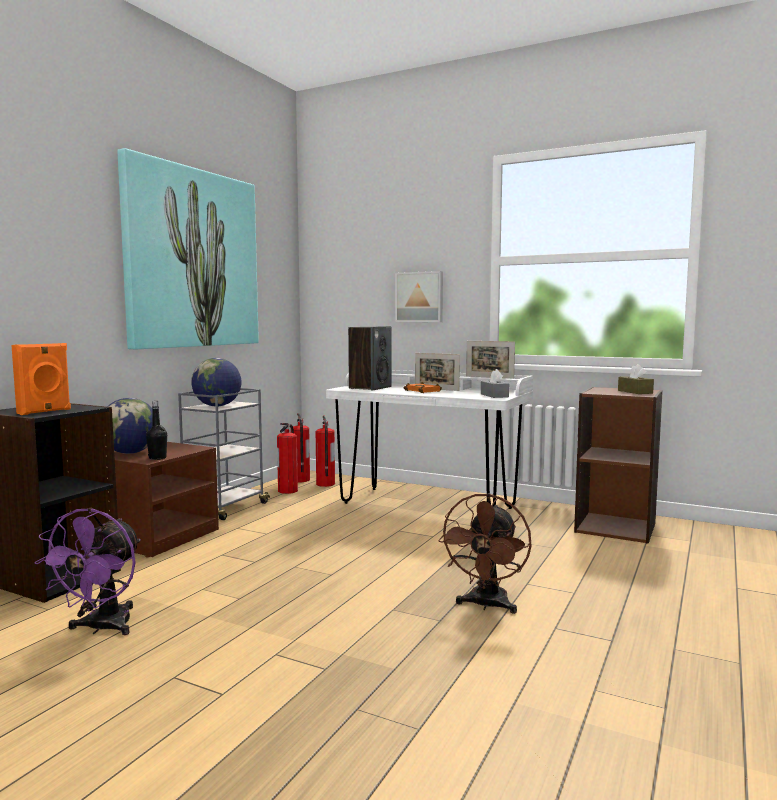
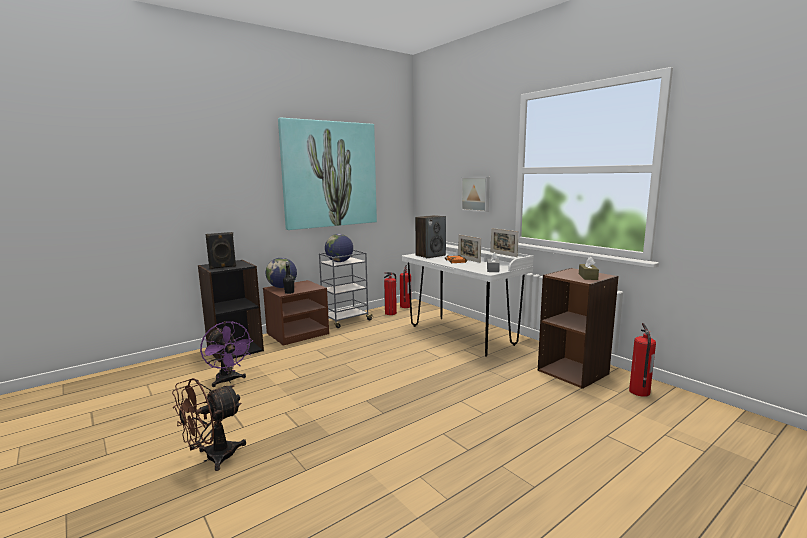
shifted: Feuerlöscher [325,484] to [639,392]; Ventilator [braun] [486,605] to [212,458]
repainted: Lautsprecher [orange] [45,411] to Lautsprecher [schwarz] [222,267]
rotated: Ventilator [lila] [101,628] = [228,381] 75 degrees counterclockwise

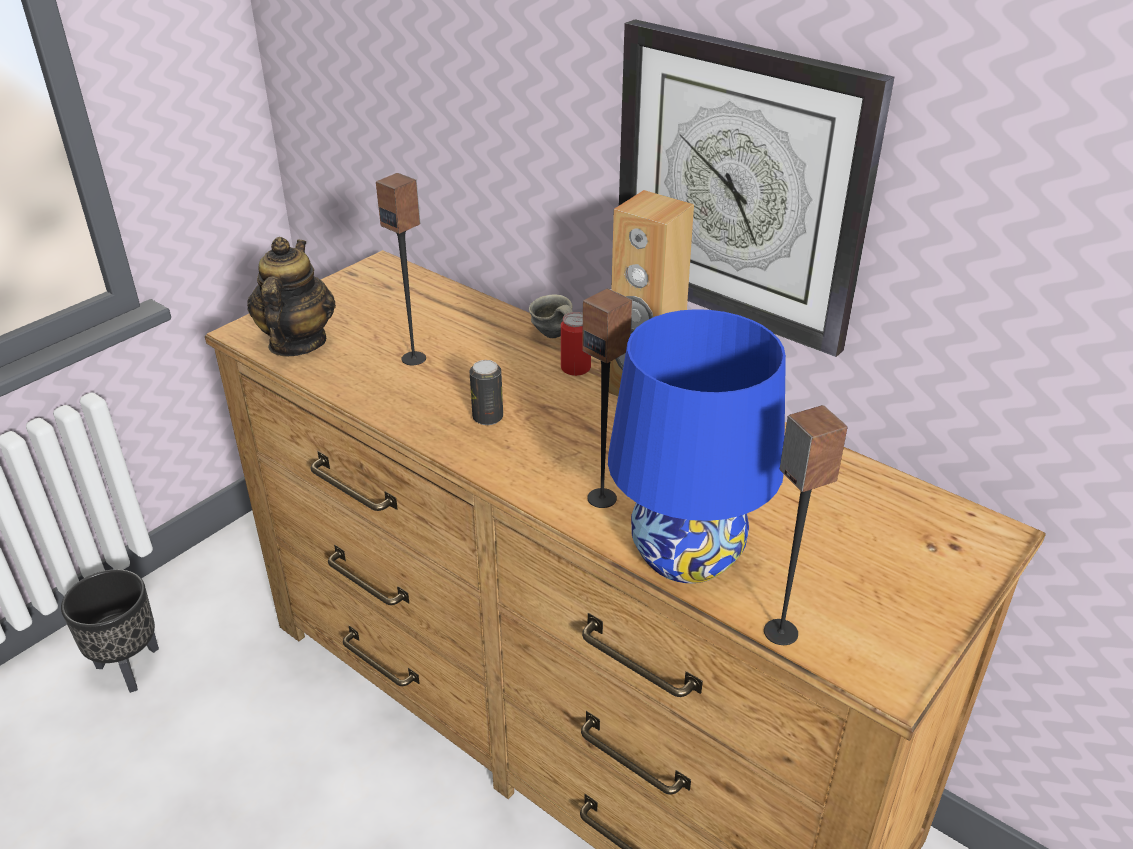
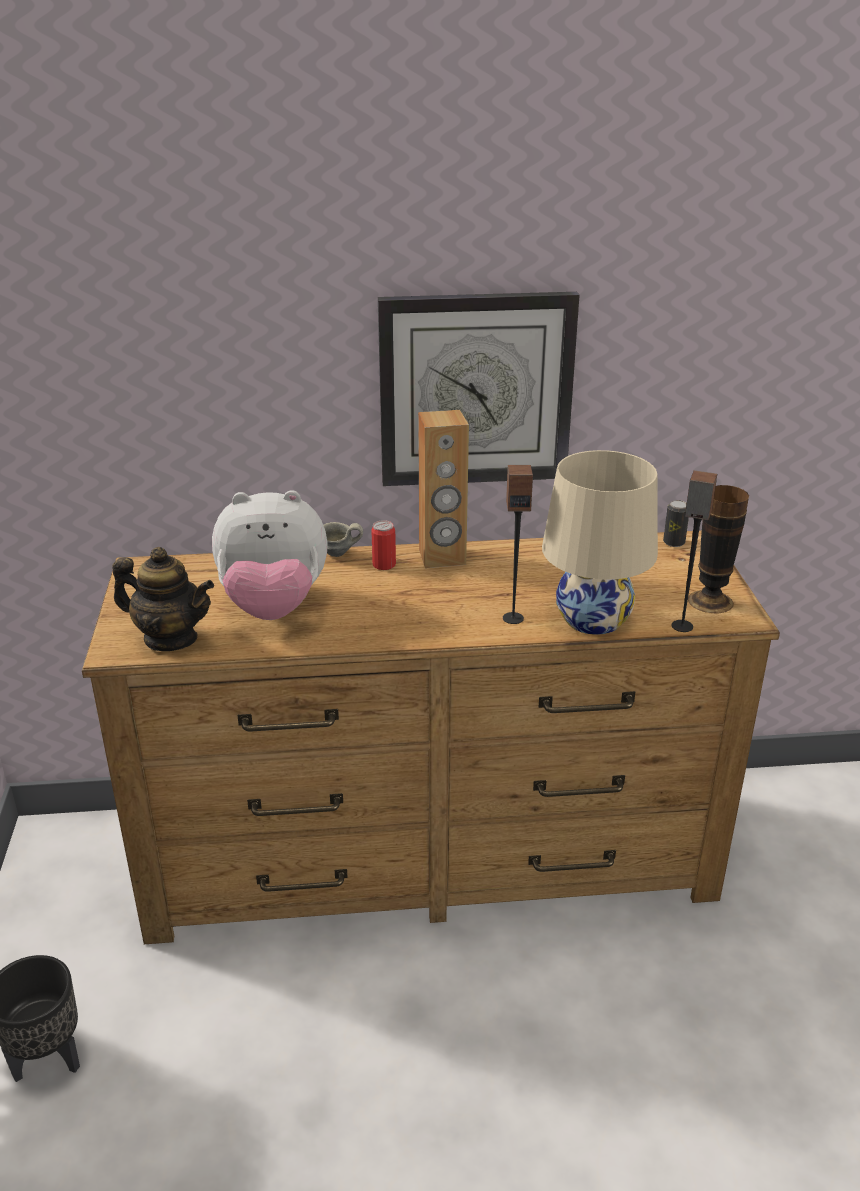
new: Vase [710,601]
shifted: Dose [488,417] to [674,542]
swapped: Lautsprecher [414,358] to Plüschtier [273,607]
repainted: Tischlampe [blau] [687,554] to Tischlampe [beige] [593,619]
rotated: Teekanne [296,343] = [170,638] 150 degrees clockwise

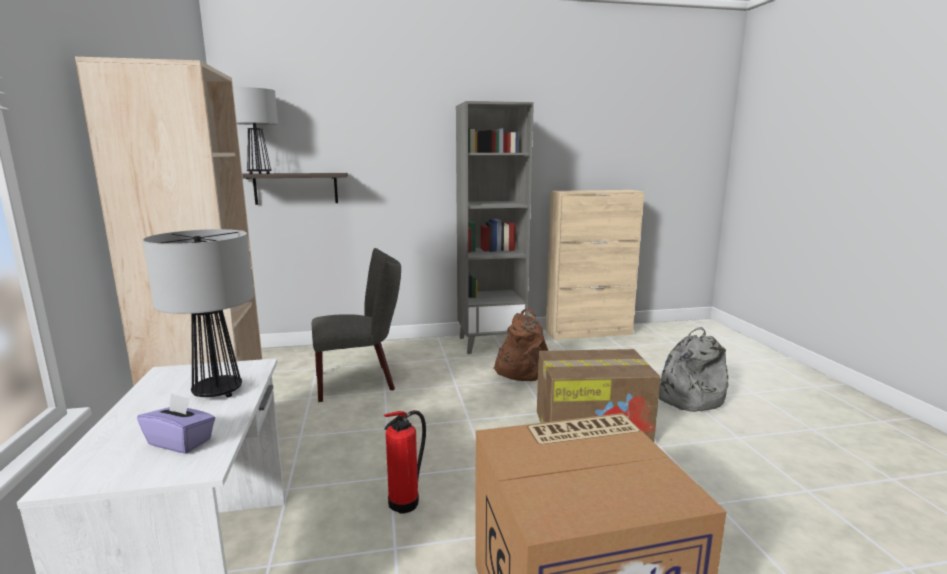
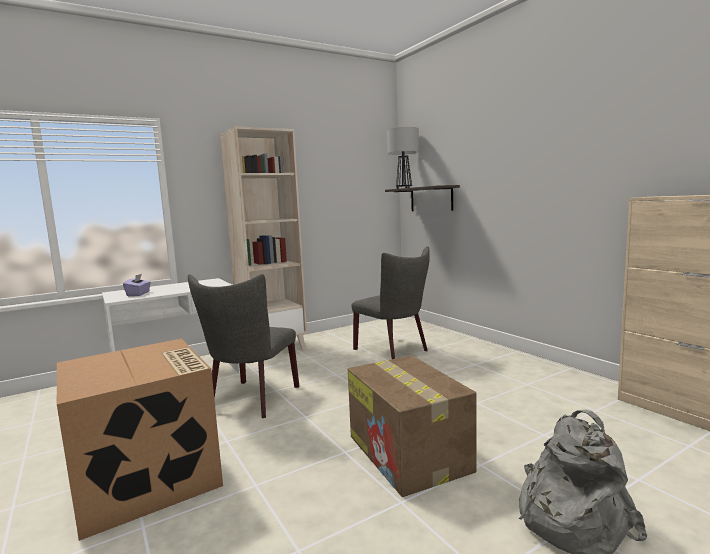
gone: Tischlampe [218,392]; Bücherregal [grau] [491,343]; Rucksack [braun] [520,370]
swapped: Feuerlöscher [406,501] to Stuhl [grau] [251,401]

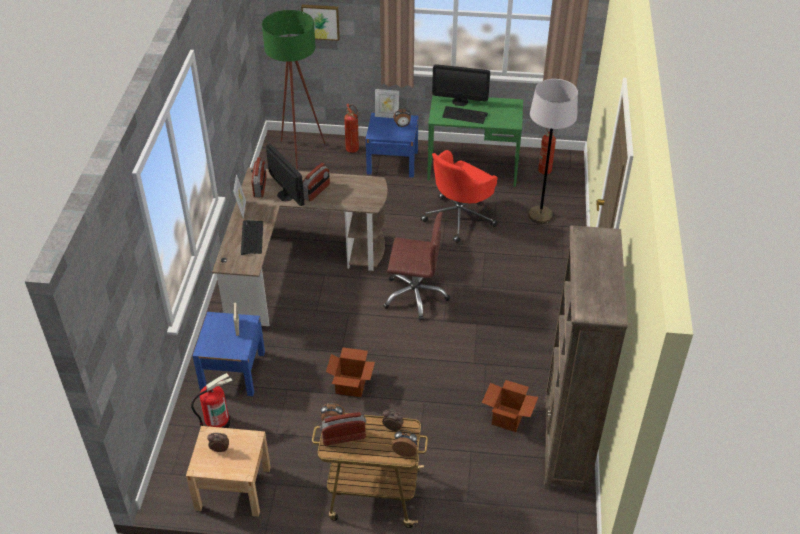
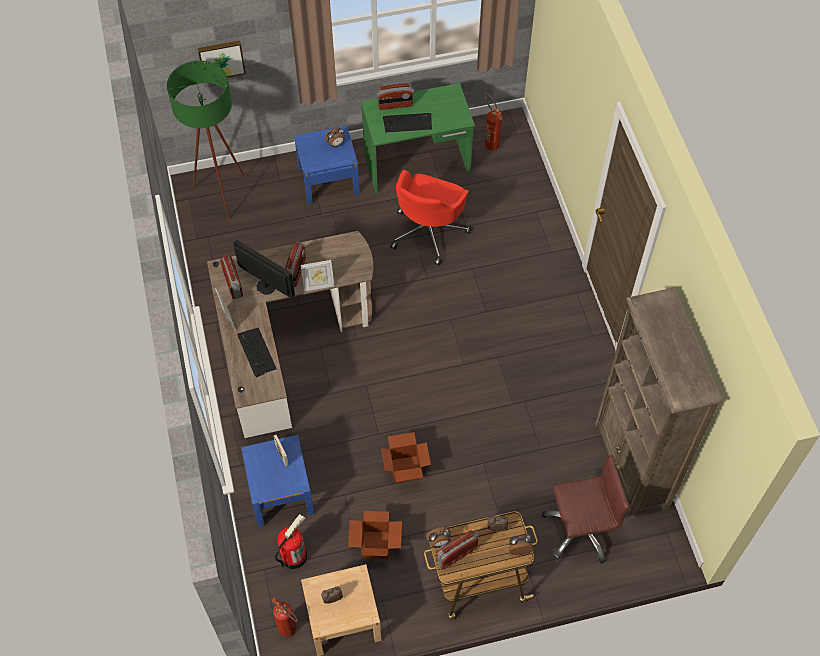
gone: Stehlampe [grau] [540,215]
shifted: Feuerlöscher [353,151] to [290,631]; Bilderrahmen [387,116] to [318,286]; Bürostuhl [braun] [415,295] to [580,529]; Karton [507,418] to [376,545]
swapped: Monitor [460,102] to Radio [395,105]

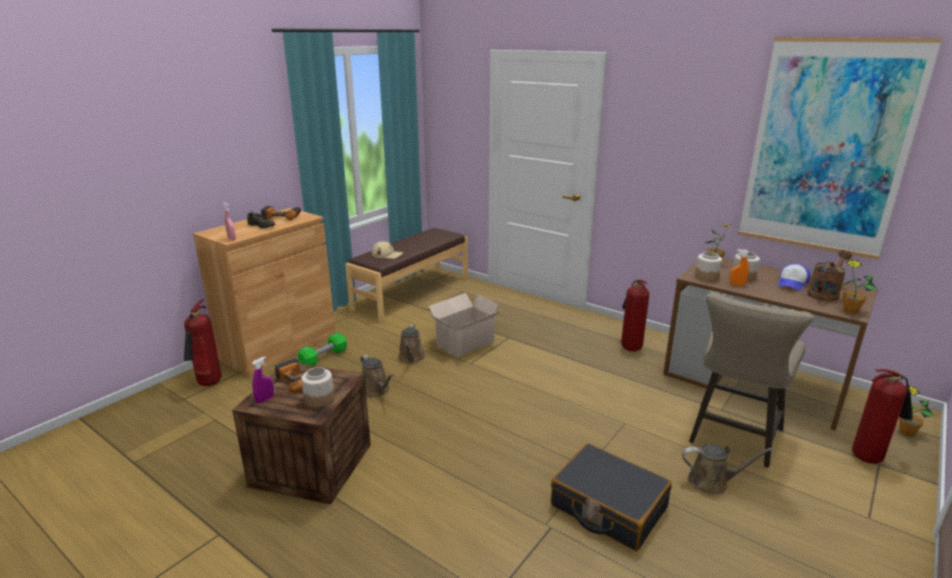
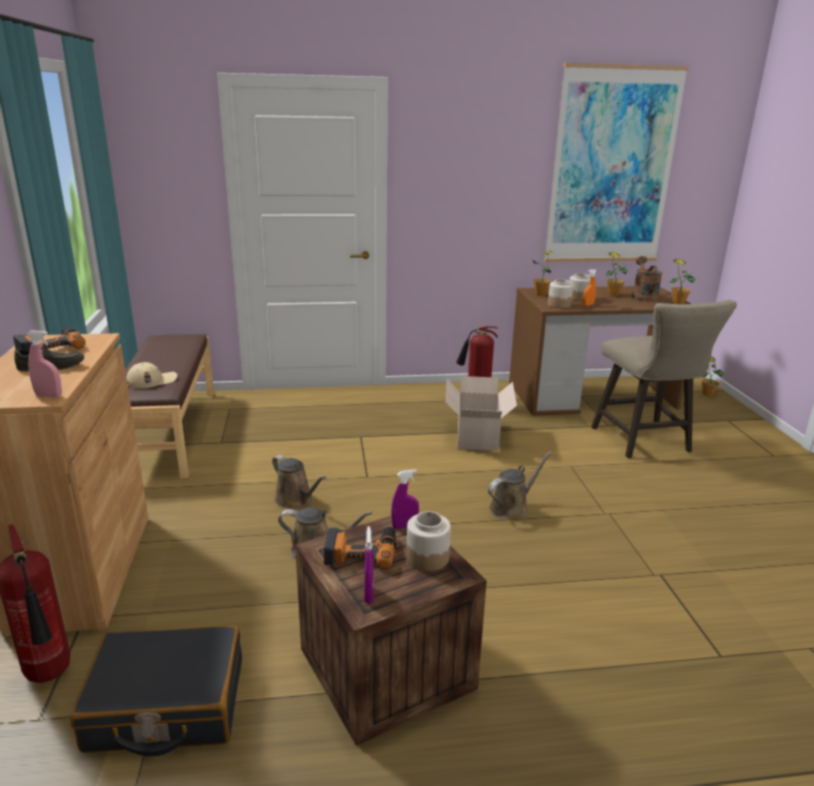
gone: Hantel [grün] [324,358]; Feuerlöscher [869,457]
new: Sprühflasche [lila] [404,526]
shifted: Karton [463,344] to [477,436]; Koffer [schwarz] [608,507] to [166,705]; Gießkanne [braun] [712,482] to [511,508]
swapped: Kappe [792,283] to Topfpflanze [613,294]

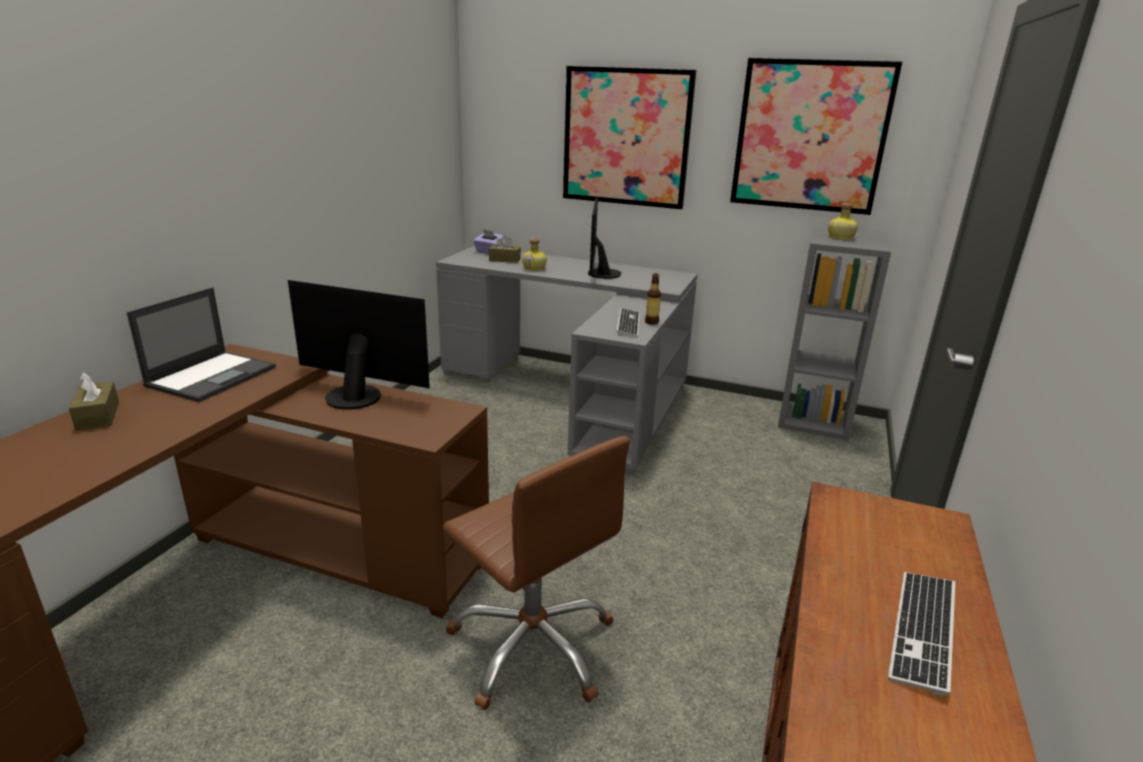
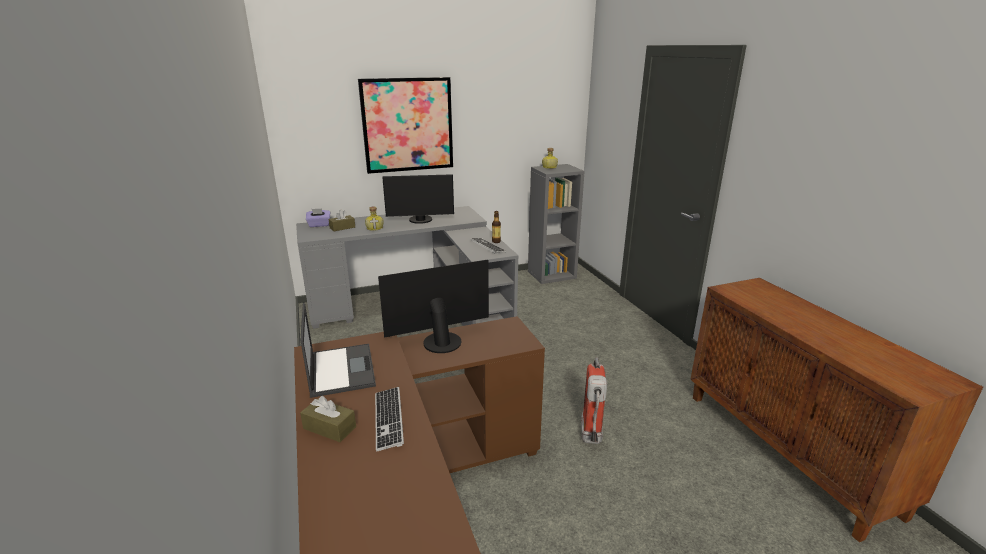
gone: Bild [810,136]
shifted: Tastatur [922,631] to [388,419]
swapped: Bürostuhl [braun] [533,645] to Feuerlöscher [591,438]
rotated: Monitor [600,274] = [420,220] 60 degrees counterclockwise

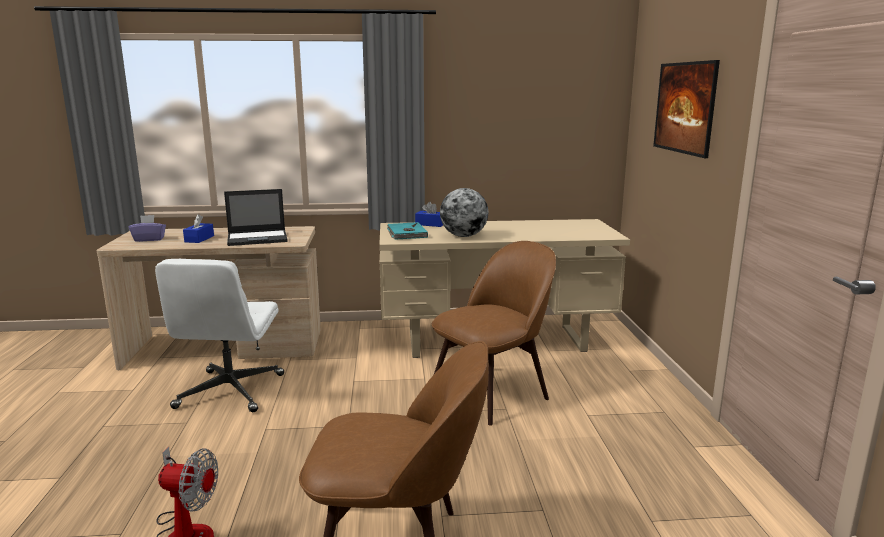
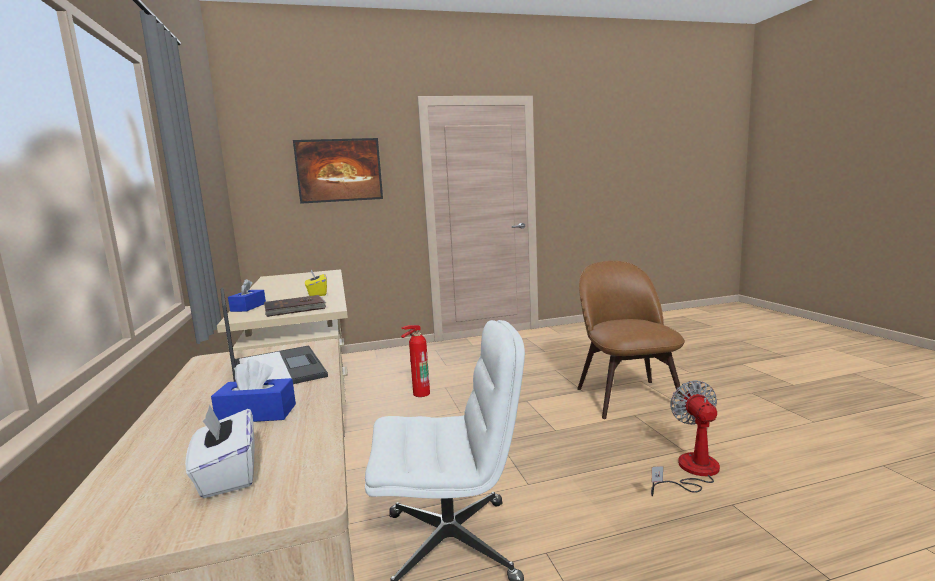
swapped: Stuhl [braun] [492,392] to Feuerlöscher [419,394]; Globus [463,236] to Taschentuchbox [gelb] [317,294]
repainted: Taschentuchbox [lila] [149,239] to Taschentuchbox [weiß] [227,475]; Buch [türkis] [406,233] to Buch [braun] [295,309]

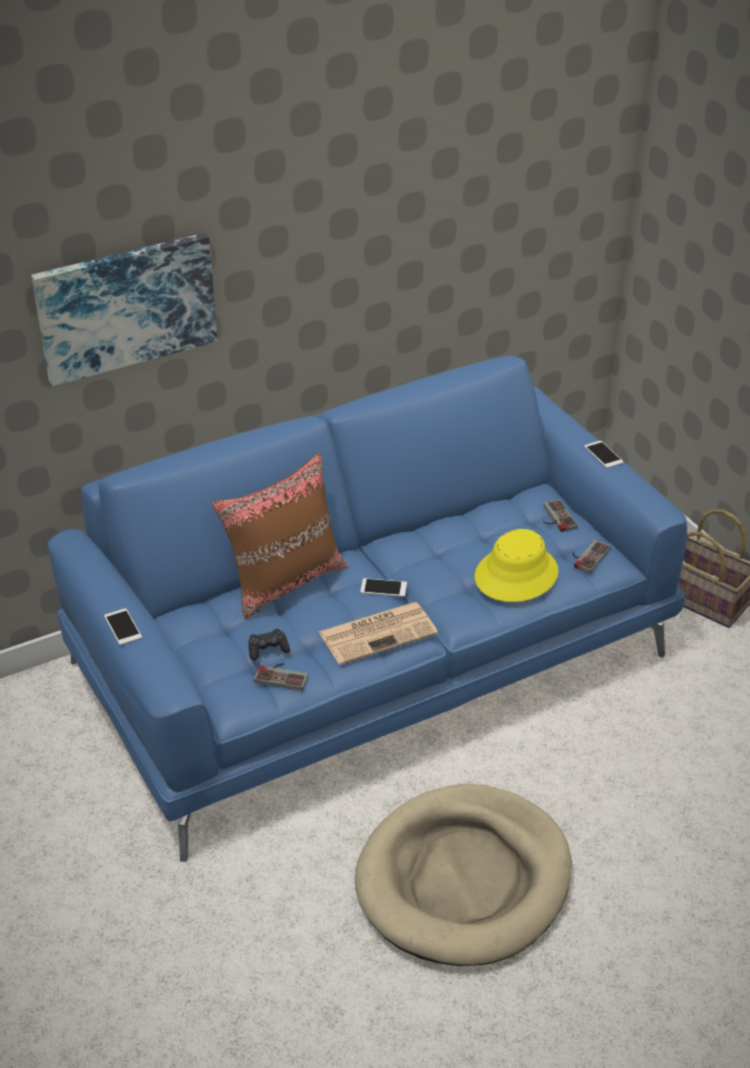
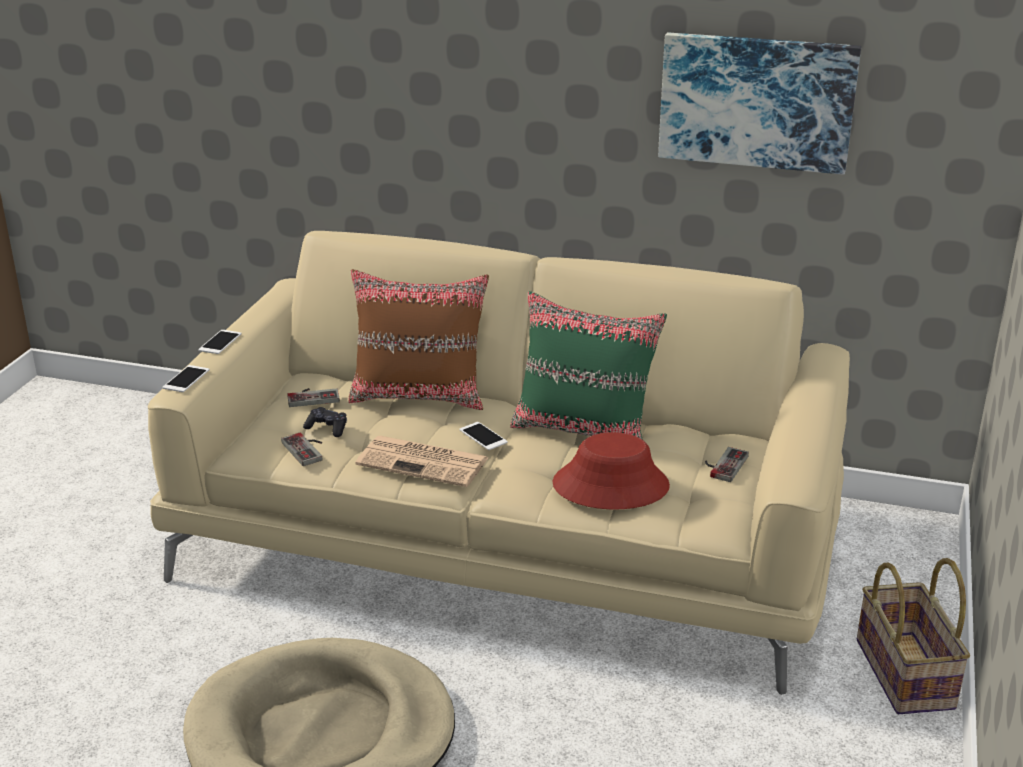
new: Kissen [grün] [584,430]
shifted: Bild [126,306] to [756,101]; Gamepad [587,556] to [313,397]; Handy [603,454] to [186,379]
repainted: Sofa [blau] [375,658] to Sofa [beige] [511,539]; Hut [gelb] [516,574] to Hut [rot] [610,485]

